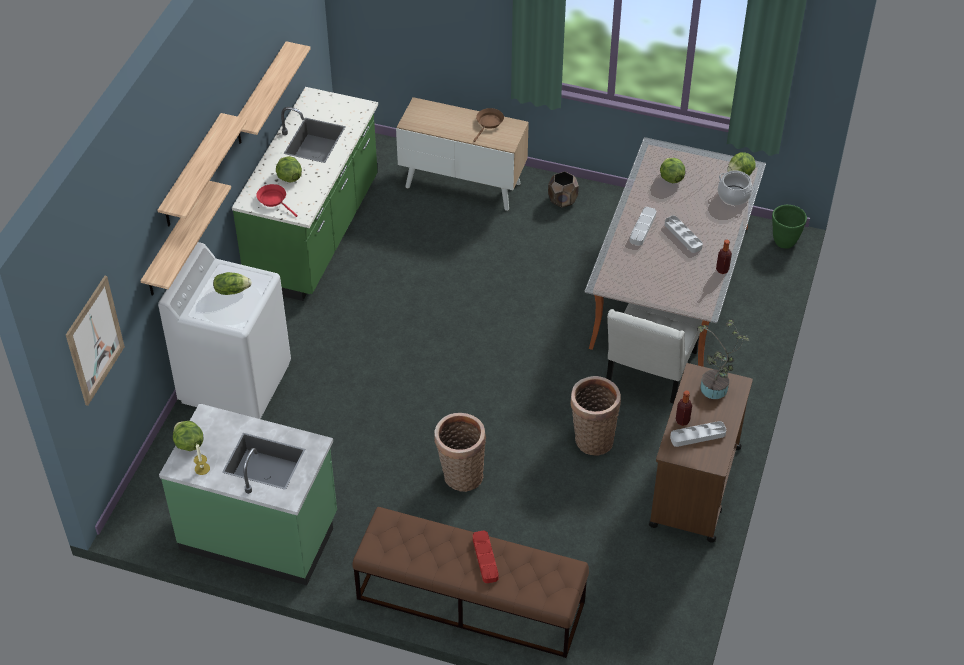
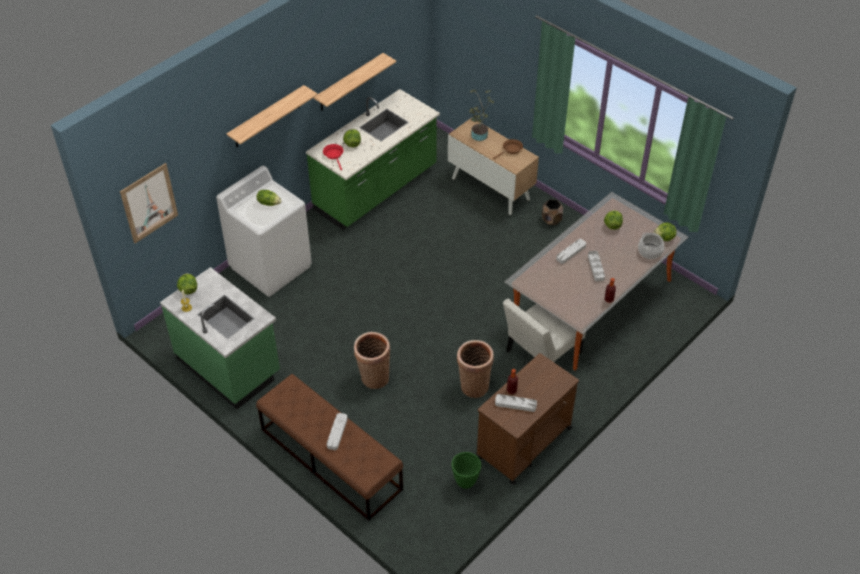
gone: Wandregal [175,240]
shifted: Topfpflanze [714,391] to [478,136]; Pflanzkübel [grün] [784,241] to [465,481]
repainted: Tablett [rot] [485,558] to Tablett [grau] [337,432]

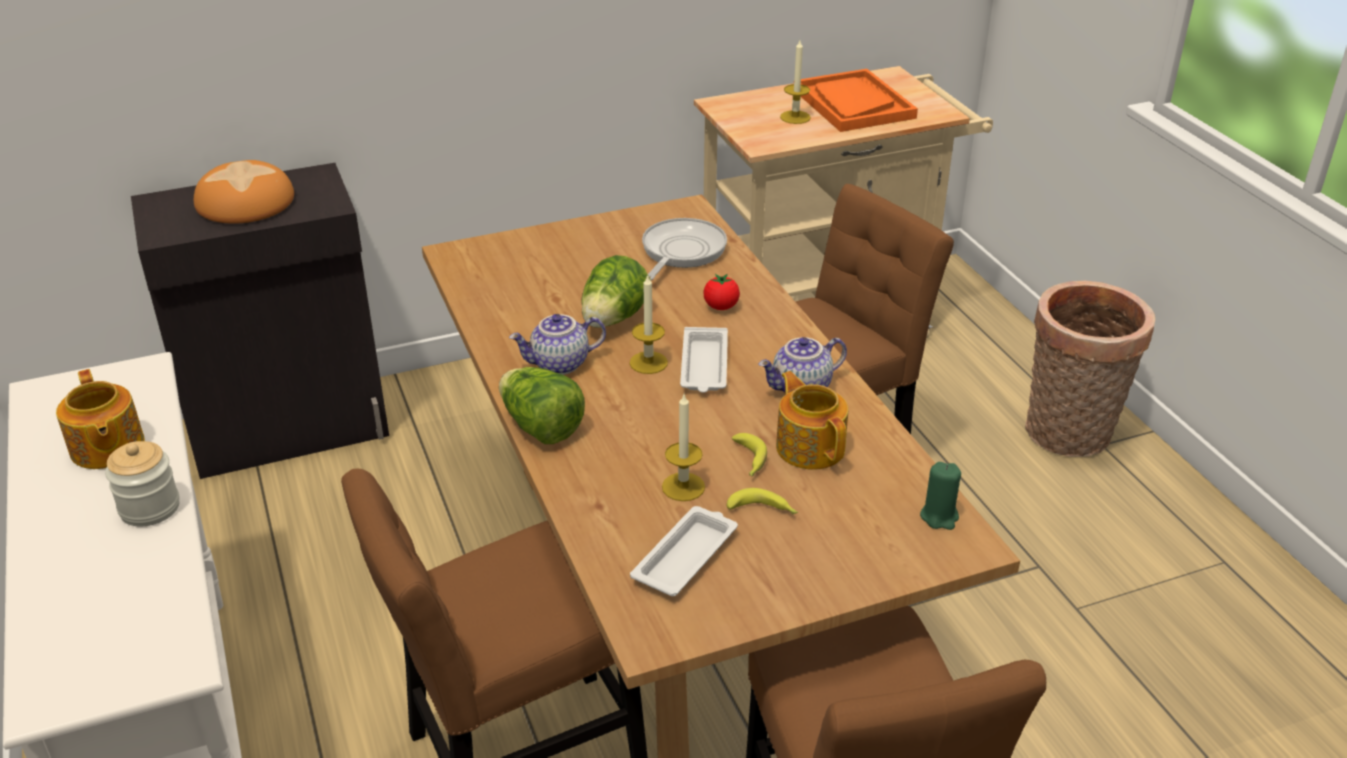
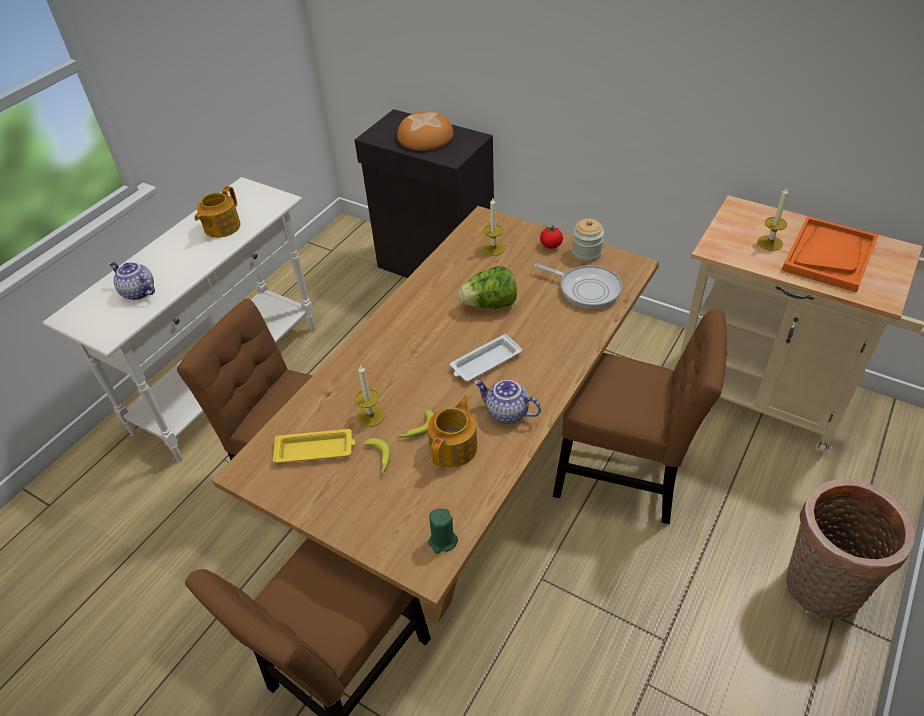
gone: Salatkopf [541,427]
shifted: Vorratsglas [150,508] to [586,253]; Teekanne [559,364] to [137,292]; Kerze [648,362] to [493,248]; Tomate [721,307] to [551,246]
repainted: Tablett [weiß] [686,556] to Tablett [gelb] [316,449]
rotated: Pfanne [681,252] = [586,289] 45 degrees clockwise

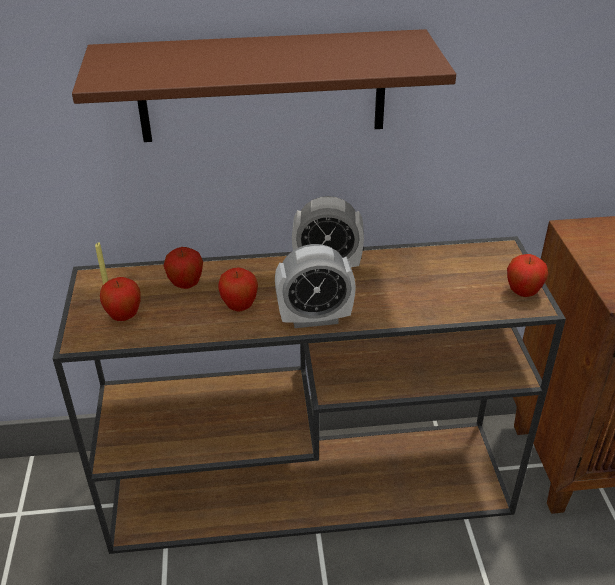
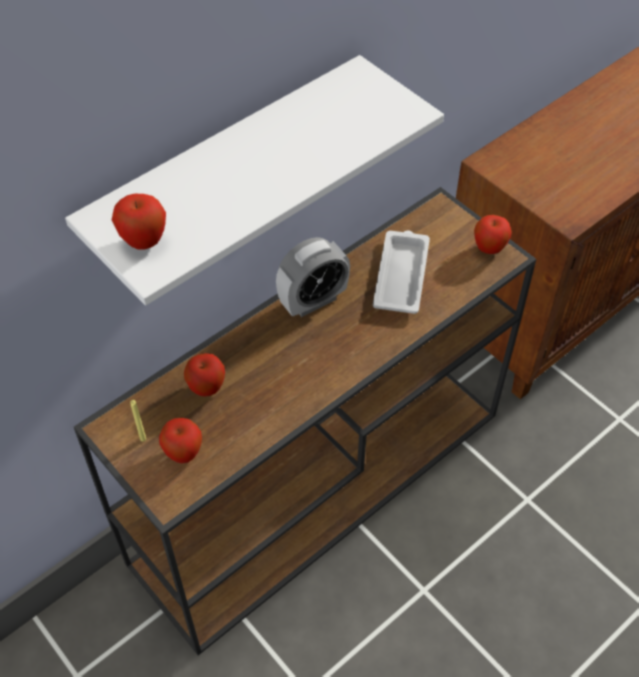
gone: Wecker [314,318]
new: Tablett [weiß] [401,275]
shifted: Apfel [239,307] to [144,242]
repainted: Wandregal [braun] [262,87] to Wandregal [weiß] [227,172]

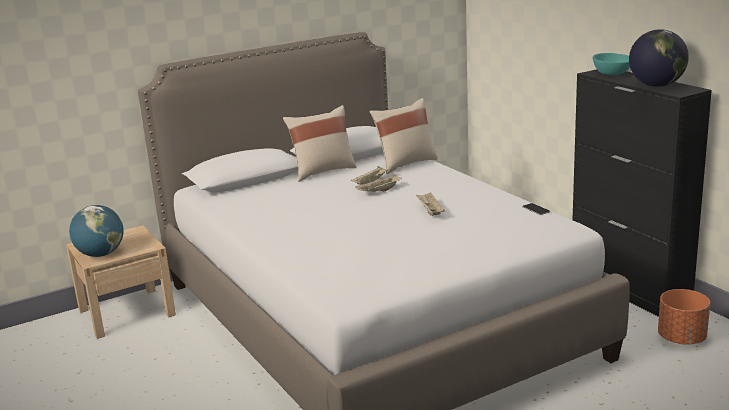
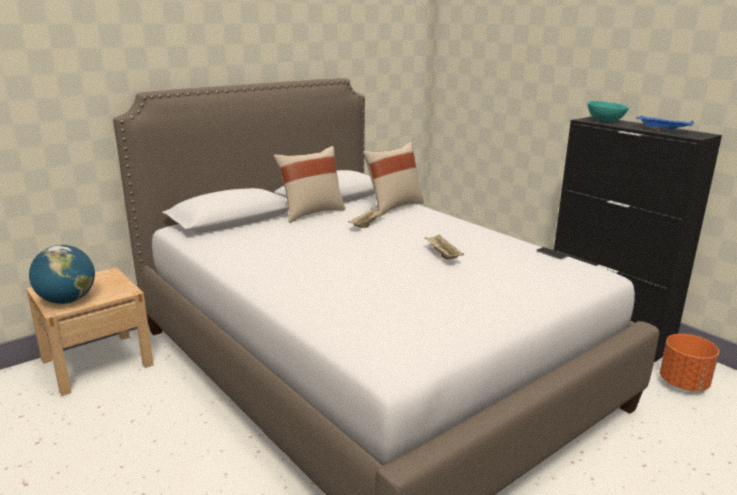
gone: Tablett [beige] [379,191]
swapped: Globus [656,85] to Tablett [blau] [663,130]

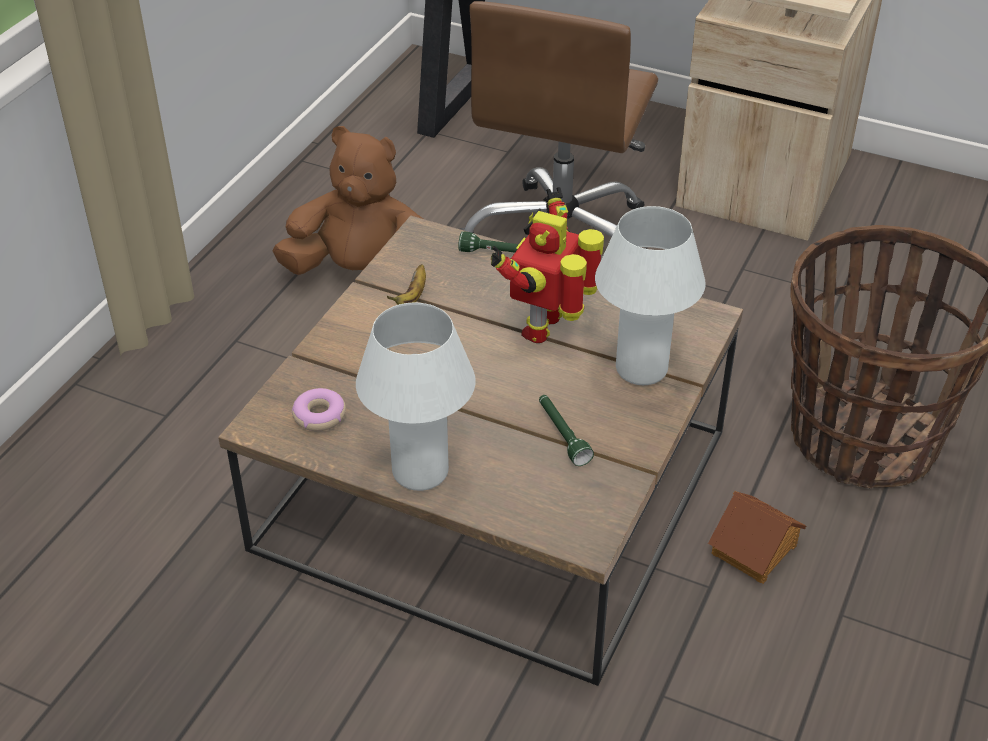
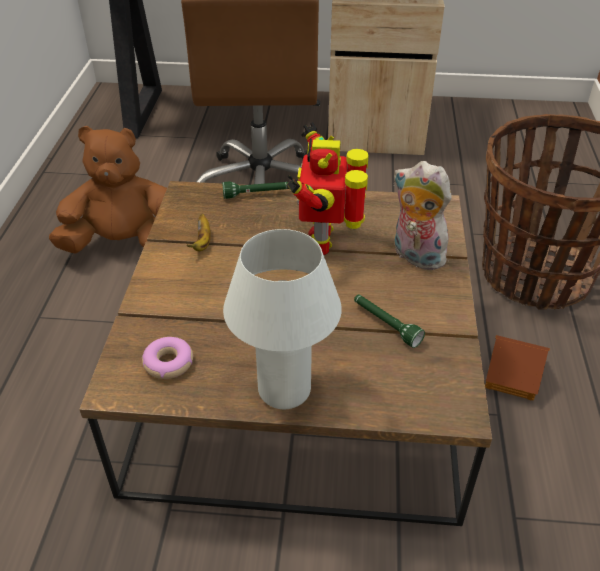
swapped: Tischlampe [weiß] [641,369] to Plüschtier [415,256]

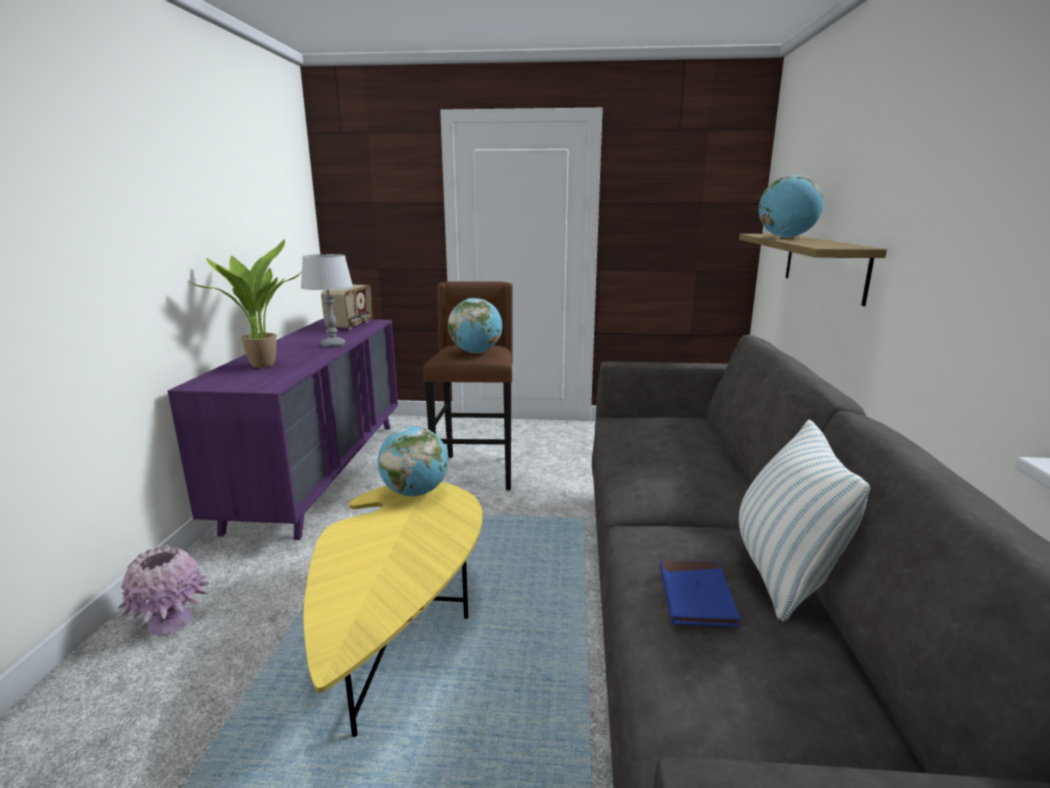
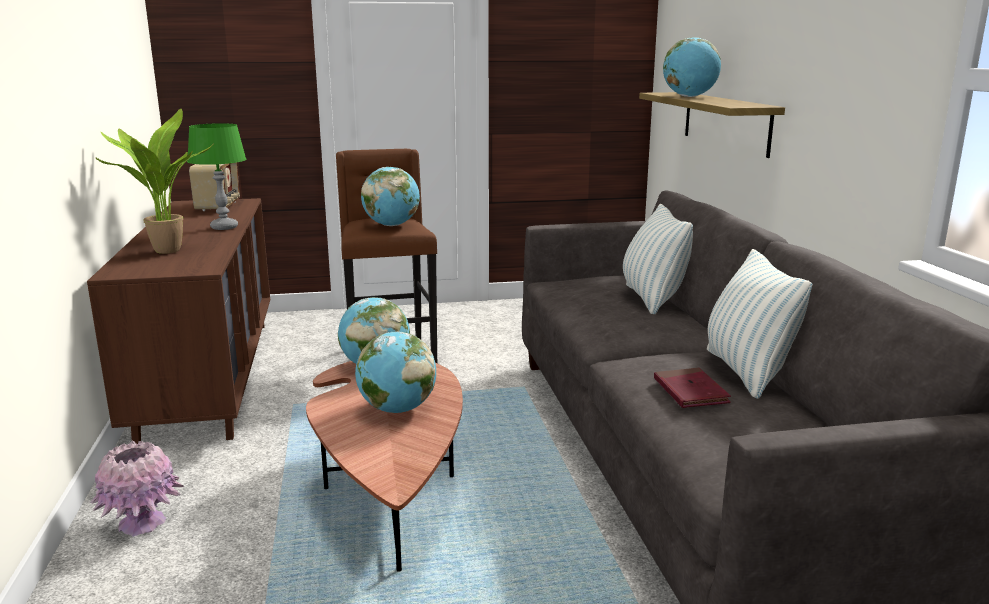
new: Globus [397,409]; Kissen [652,299]
repainted: Kommode [lila] [320,471] to Kommode [braun] [210,376]; Tischlampe [grau] [333,345] to Tischlampe [grün] [224,227]; Couchtisch [gelb] [401,625] to Couchtisch [braun] [392,491]; Buch [blau] [696,596] to Buch [rot] [690,392]

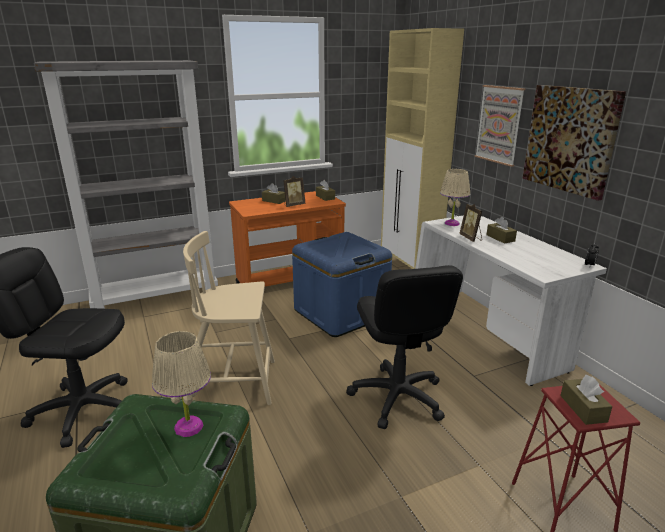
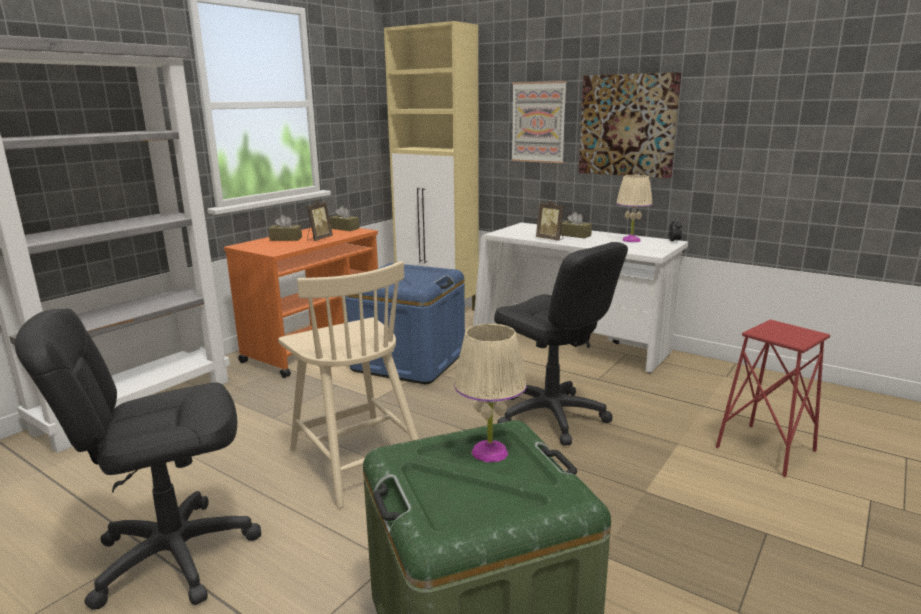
gone: Taschentuchbox [braun] [583,408]
shifted: Tischlampe [beige] [452,223] to [631,240]
rotated: Stuhl [beige] [230,383] = [356,460] 90 degrees counterclockwise

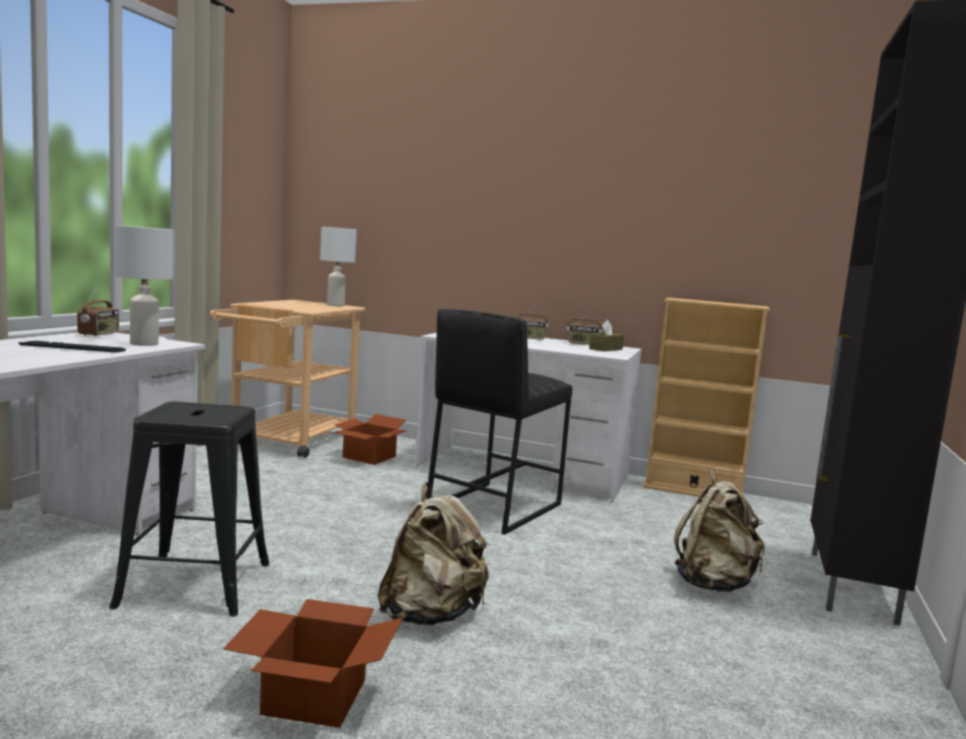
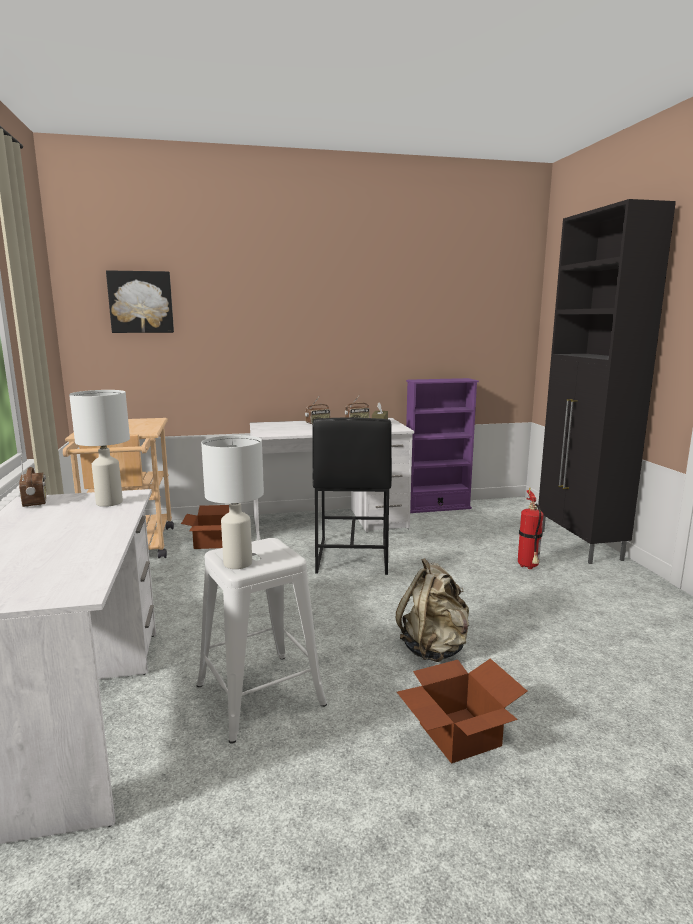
gone: Tastatur [73,348]
new: Bild [141,302]
shifted: Tischlampe [weiß] [335,305] to [237,563]
swapped: Rucksack [beige] [714,584] to Feuerlöscher [528,567]
repainted: Hocker [schwarz] [195,584] to Hocker [weiß] [260,695]; Bücherregal [beige] [693,491] to Bücherregal [lila] [436,507]

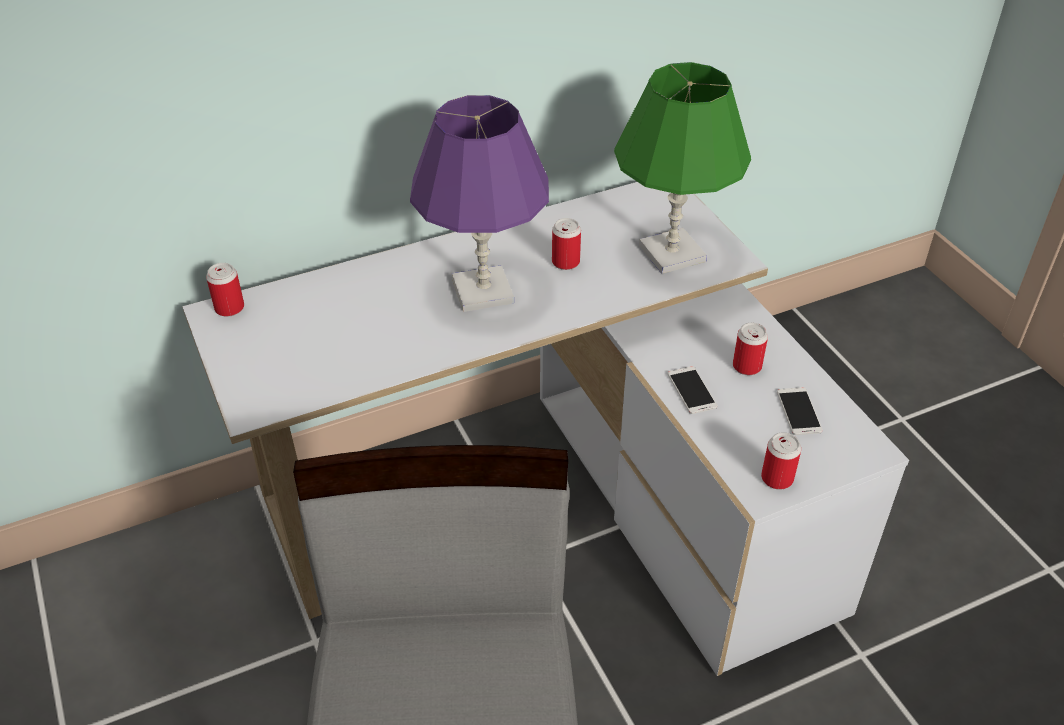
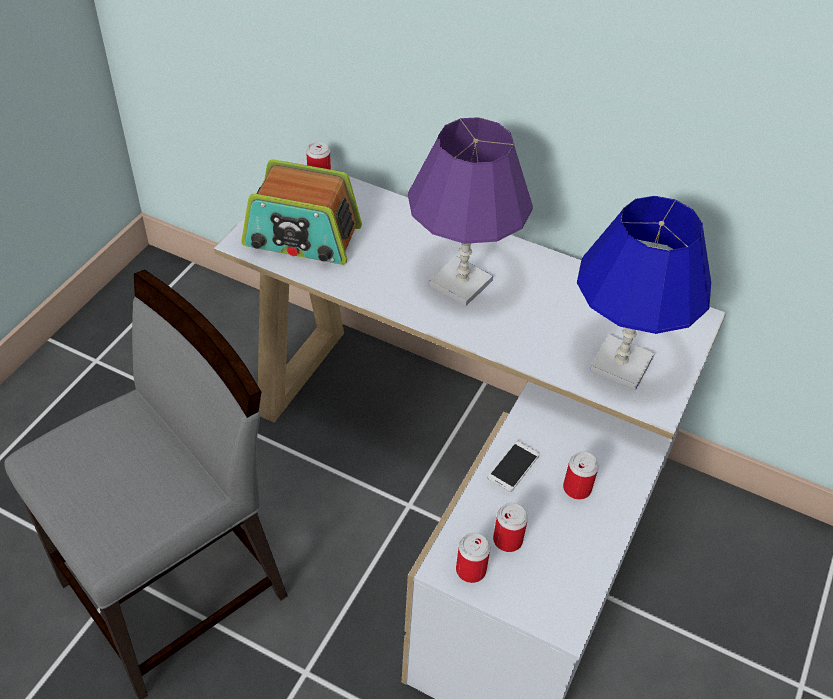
gone: Handy [799,411]
new: Radio [302,237]
shifted: Dose [565,262] to [507,540]
repainted: Tischlampe [grün] [671,253] to Tischlampe [blau] [620,364]

